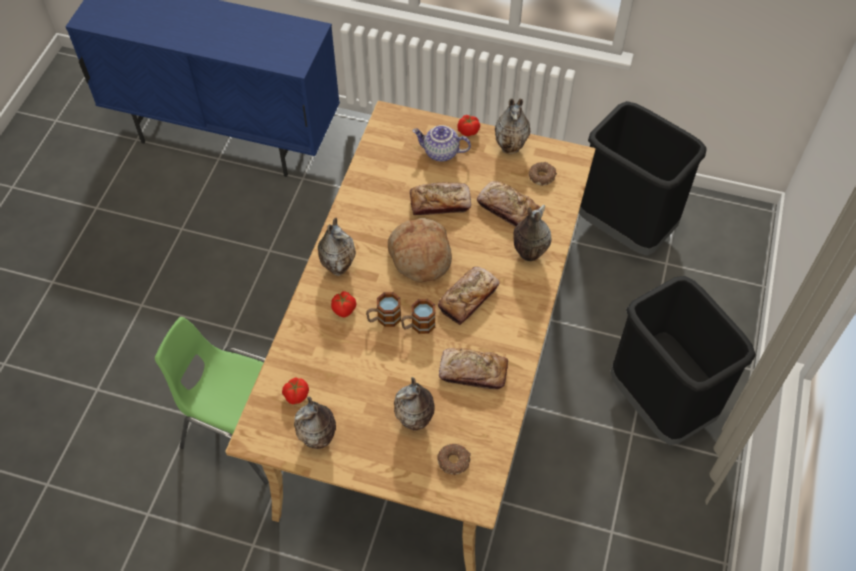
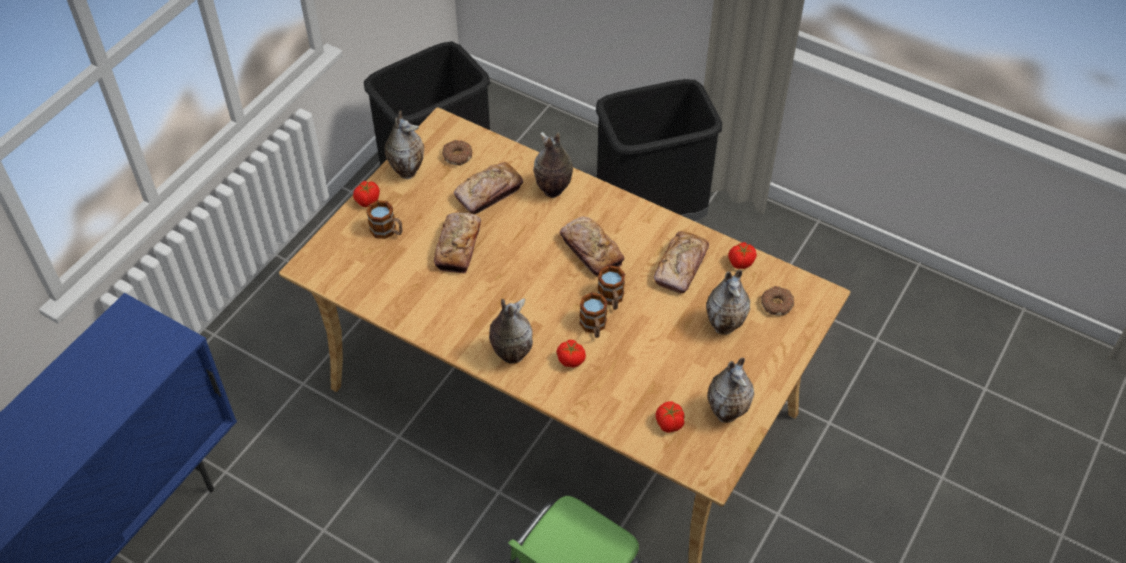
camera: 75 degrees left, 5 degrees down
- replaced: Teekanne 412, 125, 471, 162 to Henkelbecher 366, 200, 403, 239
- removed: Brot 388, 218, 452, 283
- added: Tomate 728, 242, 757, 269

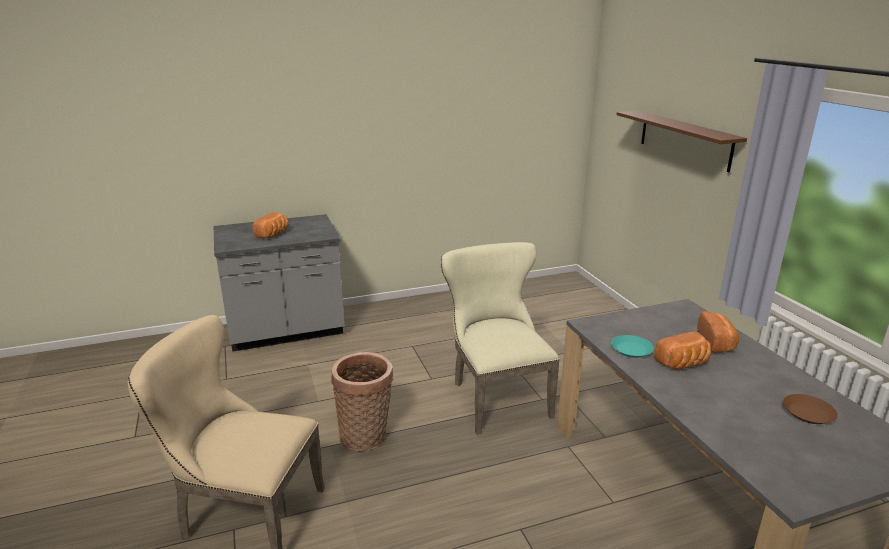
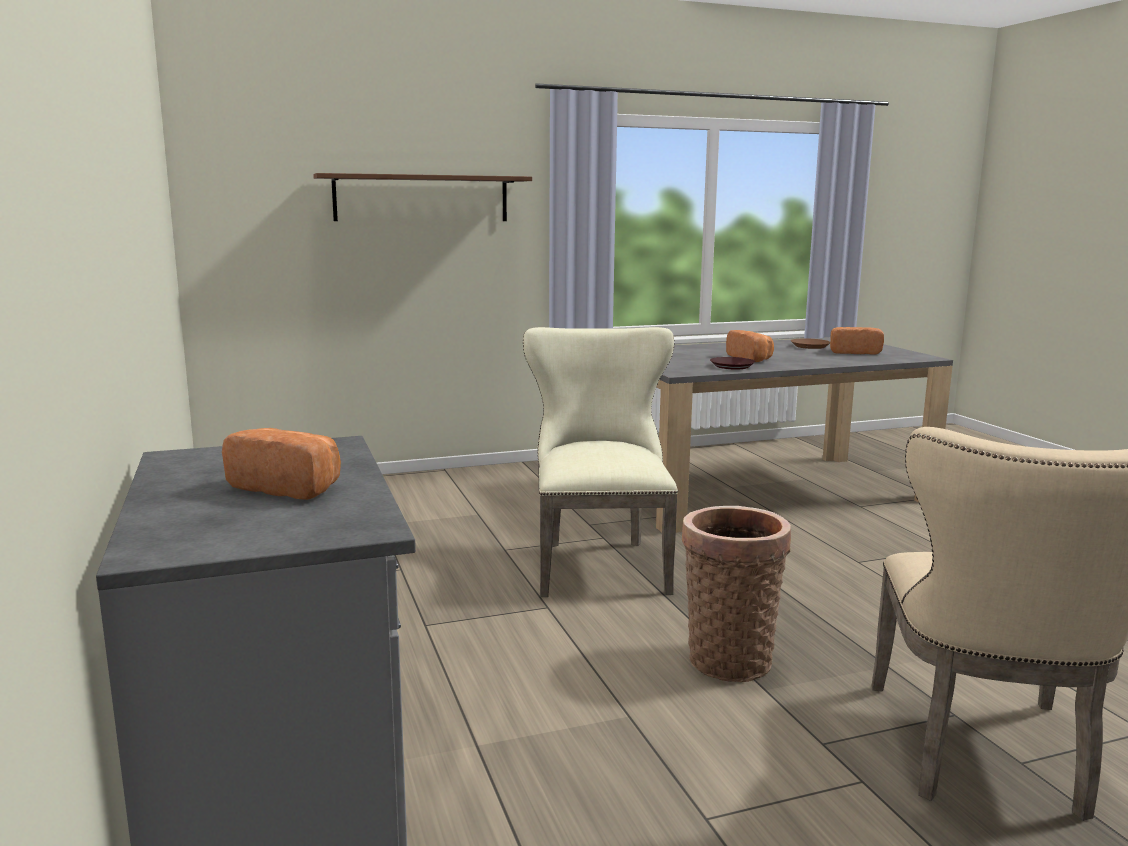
camera: 90 degrees left, 10 degrees down
- turned: Stuhl/beige 441, 242, 560, 434 = 523, 327, 678, 597 105 degrees clockwise
- moved: Brot 697, 311, 739, 353 to 830, 327, 884, 354
- recoloured: Teller/türkis 611, 335, 654, 358 to Teller/braun 710, 357, 755, 369

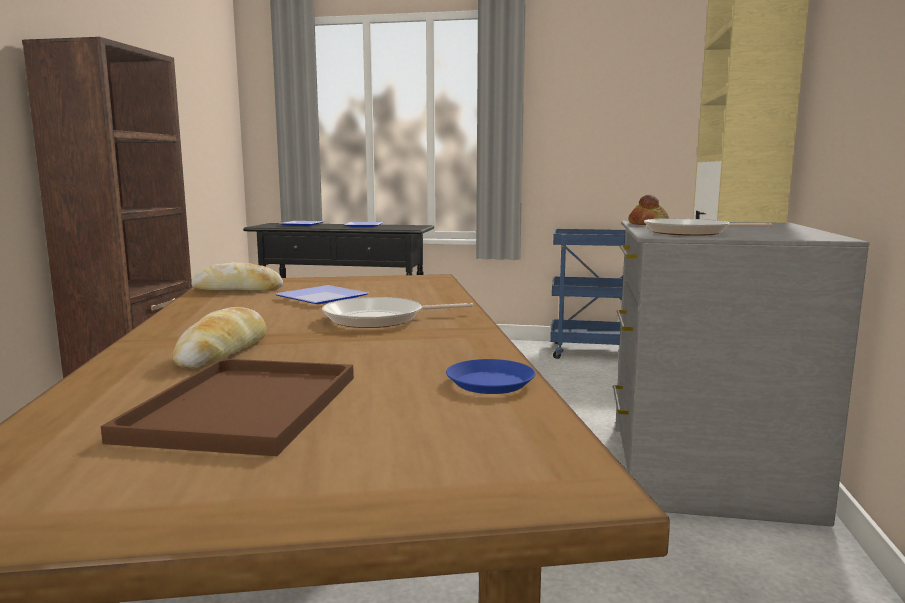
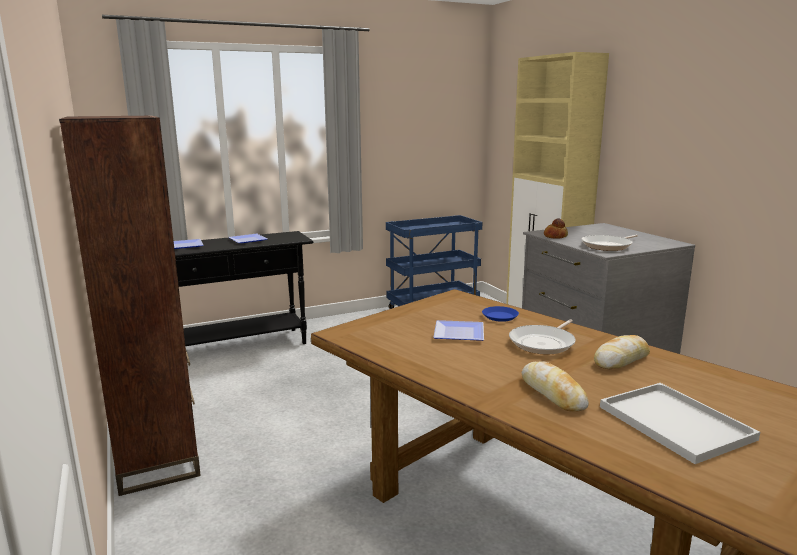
camera: 35 degrees left, 5 degrees up
- moved: Brot 191, 262, 283, 291 to 594, 335, 650, 369
- recoloured: Tablett/braun 101, 359, 354, 456 to Tablett/weiß 600, 383, 760, 464
- moved: Teller/blau 446, 359, 536, 394 to 482, 306, 519, 322

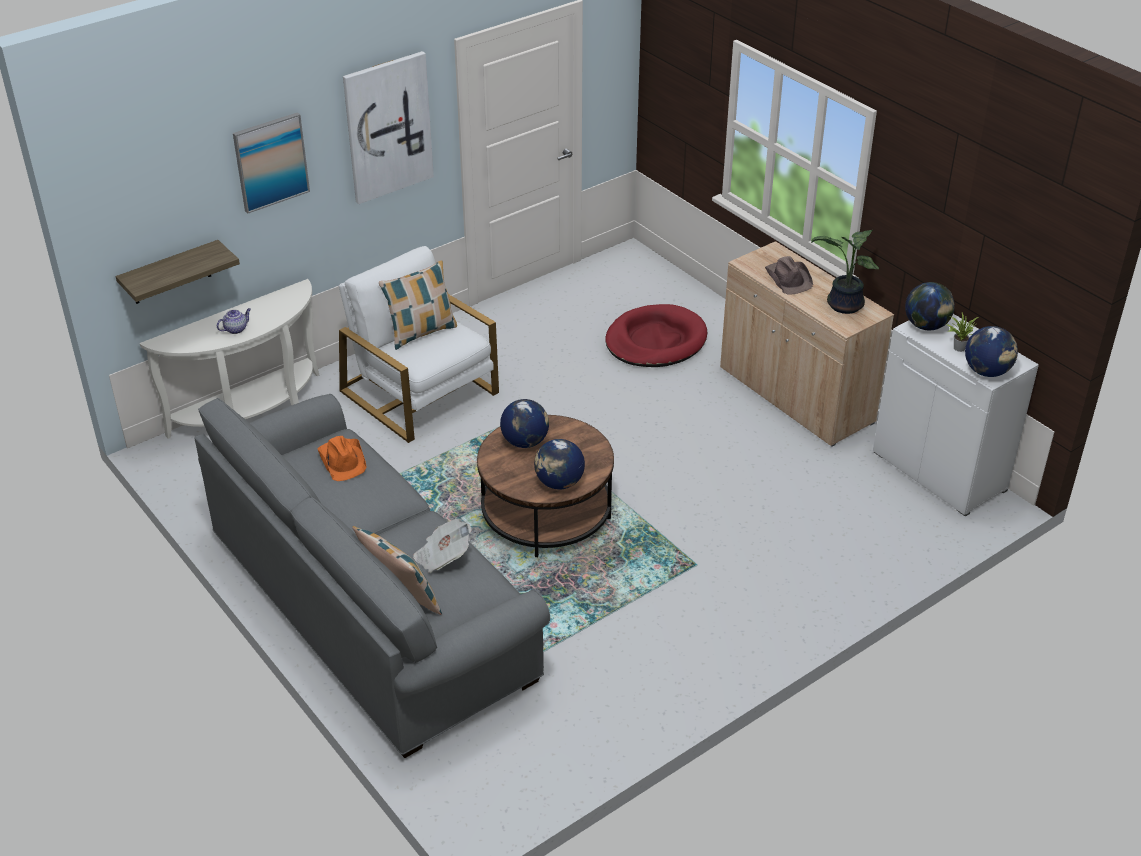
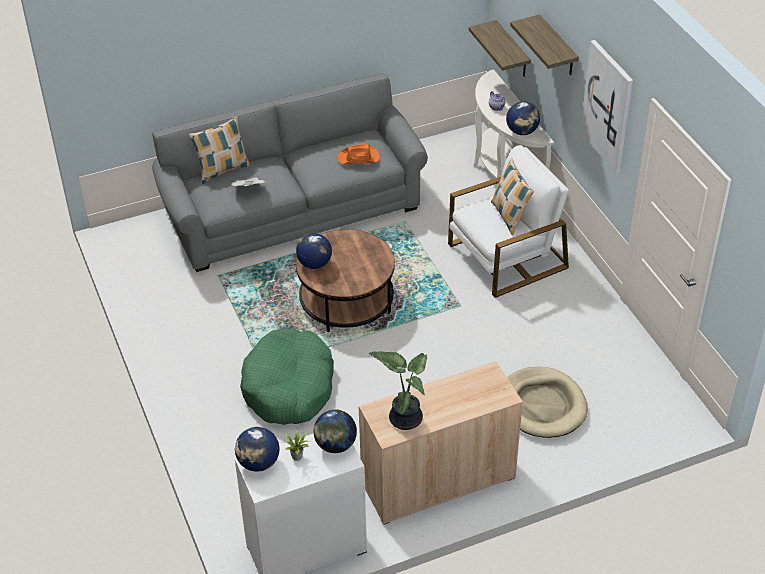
camera: 105 degrees right, 5 degrees up
- replaced: Bild 233, 112, 310, 214 to Wandregal 510, 15, 579, 75
- removed: Hut/braun 765, 256, 813, 295
- recoloured: Hundebett/rot 605, 304, 707, 367 to Hundebett/beige 507, 367, 588, 438
- moved: Globus 500, 399, 549, 448 to 506, 101, 540, 135
- added: Hundebett/grün 240, 328, 334, 425

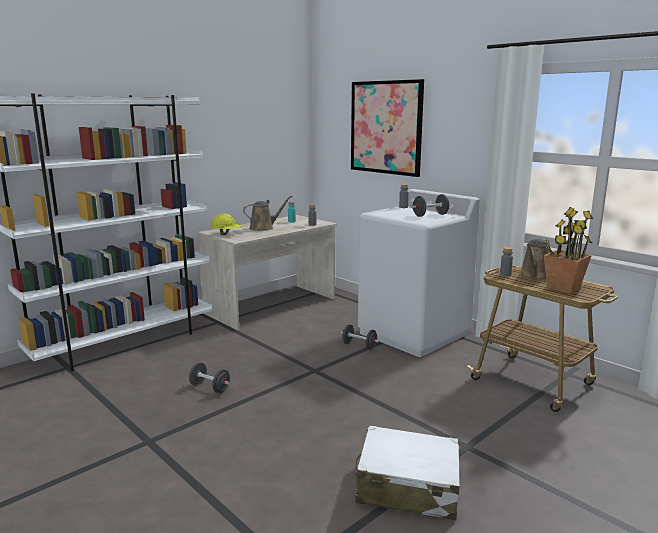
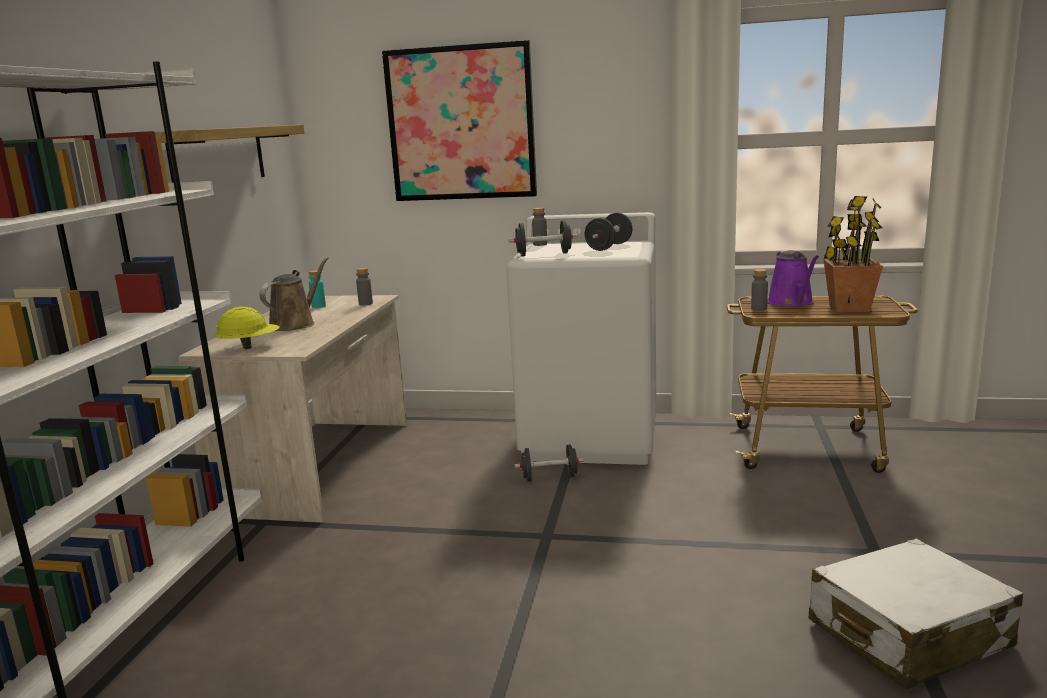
camera: 35 degrees left, 0 degrees up
- recoloured: Gießkanne/braun 519, 239, 550, 280 to Gießkanne/lila 767, 250, 819, 306
- moved: Hantel/schwarz 189, 362, 230, 393 to 509, 220, 578, 257
- added: Wandregal 155, 125, 305, 183

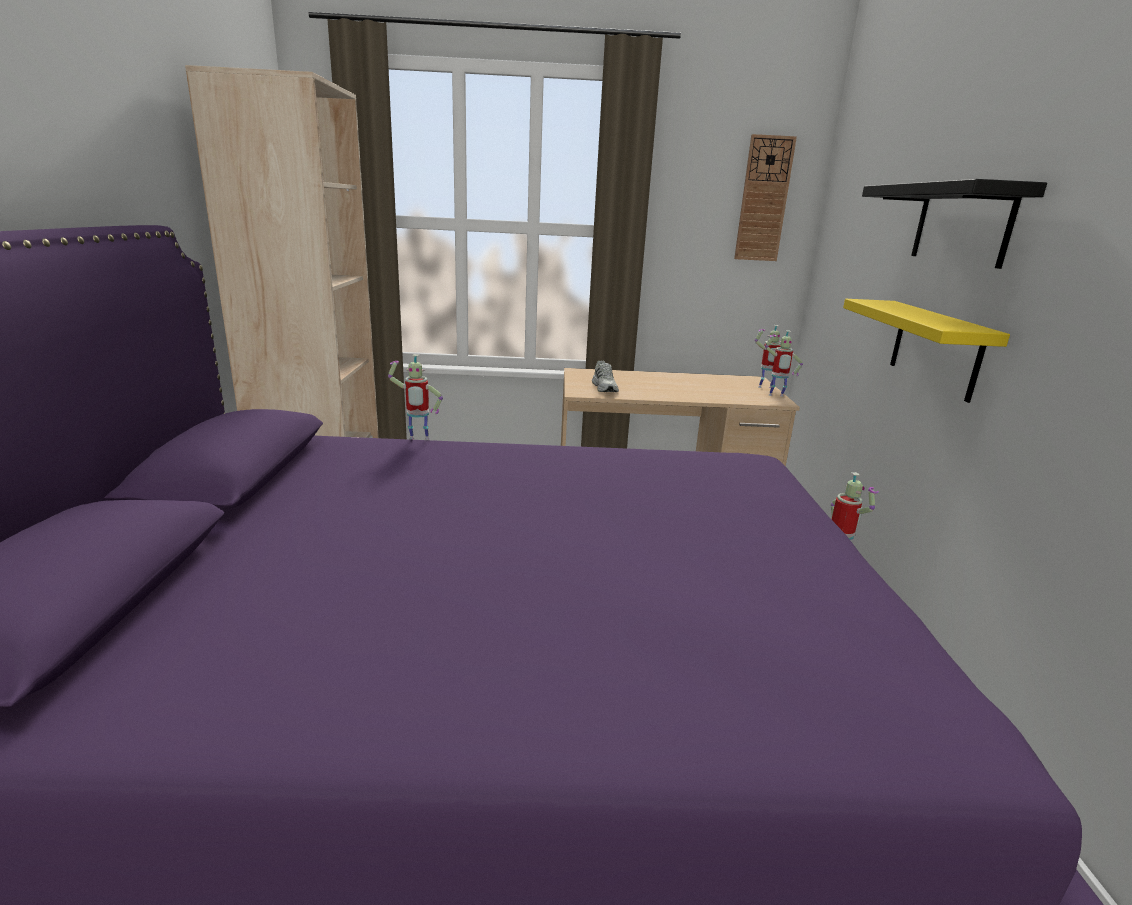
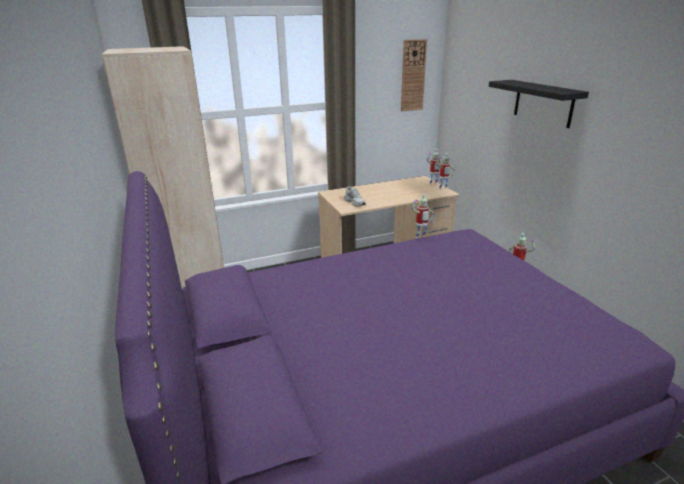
camera: 20 degrees left, 5 degrees up
- removed: Wandregal/gelb 843, 299, 1010, 403
- moved: Spielzeugroboter 388, 354, 443, 440 to 412, 194, 435, 239

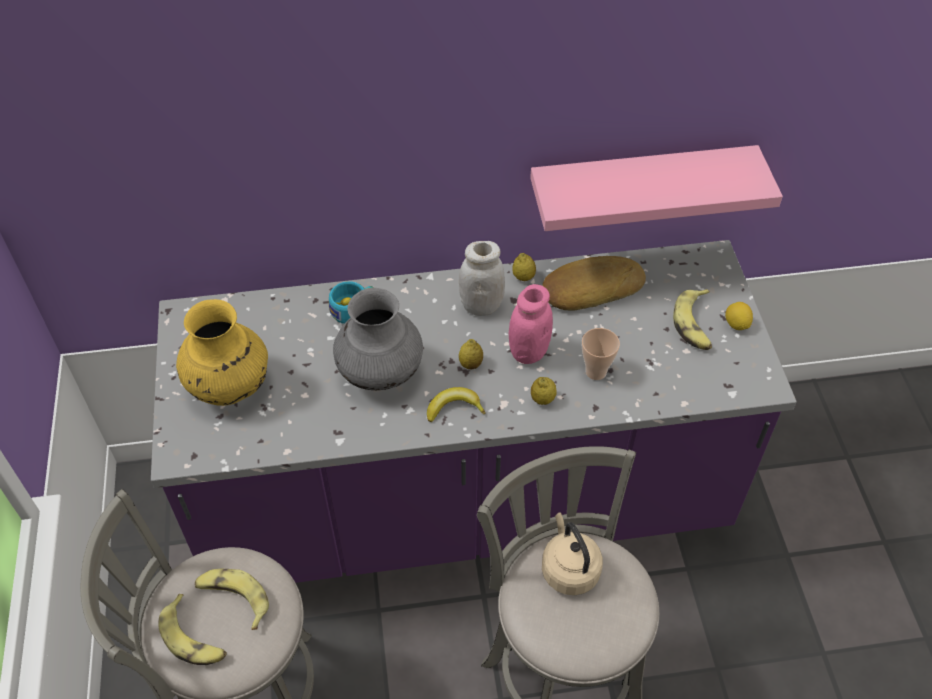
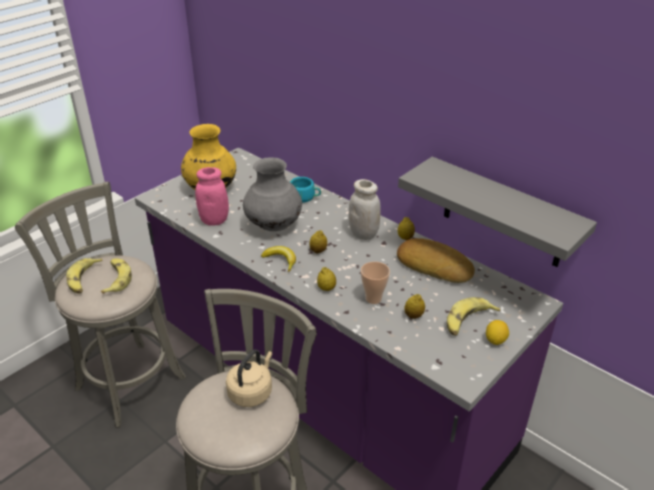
camera: 50 degrees right, 15 degrees down
- recoloured: Wandregal/rosa 530, 145, 783, 231 to Wandregal/grau 398, 157, 597, 267
- moved: Vorratsglas/rosa 509, 284, 553, 364 to 195, 167, 229, 226
- added: Zitrone 405, 294, 425, 319

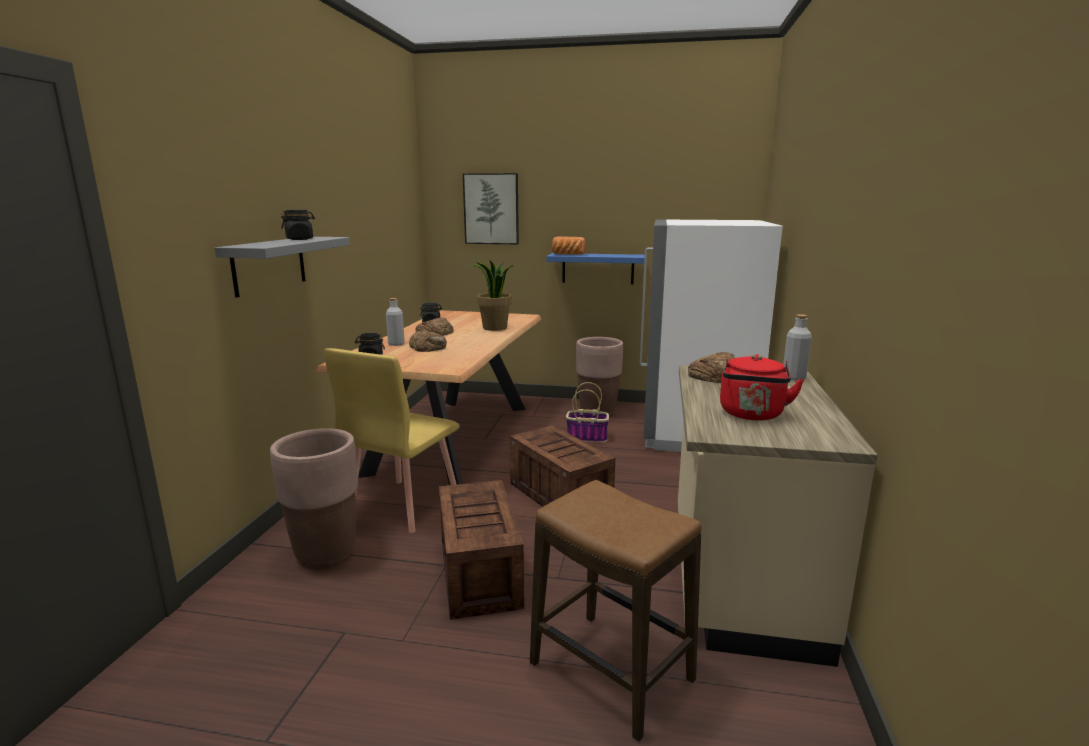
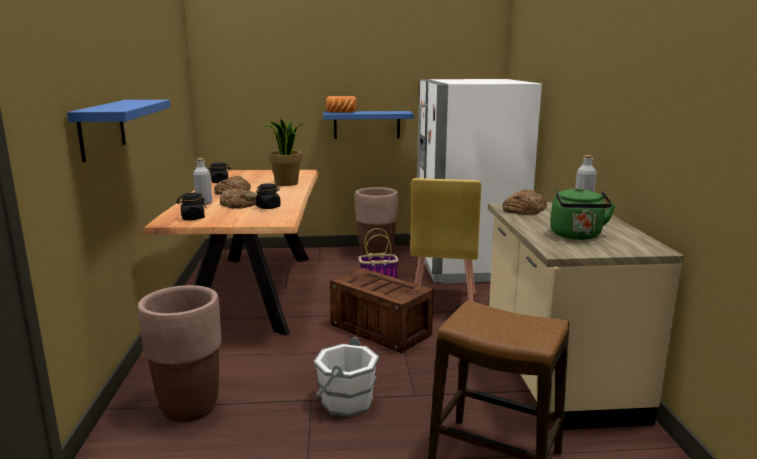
camera: 15 degrees left, 0 degrees up
- removed: Bild 463, 173, 519, 244
- moved: Vorratsglas/schwarz 281, 210, 315, 240 to 256, 183, 281, 209
- recoloured: Wandregal/grau 215, 237, 350, 298 to Wandregal/blau 67, 100, 170, 162
- moved: Stuhl/gelb 324, 348, 460, 533 to 410, 178, 481, 302
- recoloured: Wasserkessel/rot 720, 354, 804, 421 to Wasserkessel/grün 550, 187, 616, 240
- replaced: Kiste 439, 480, 524, 620 to Eimer/weiß 313, 337, 379, 417

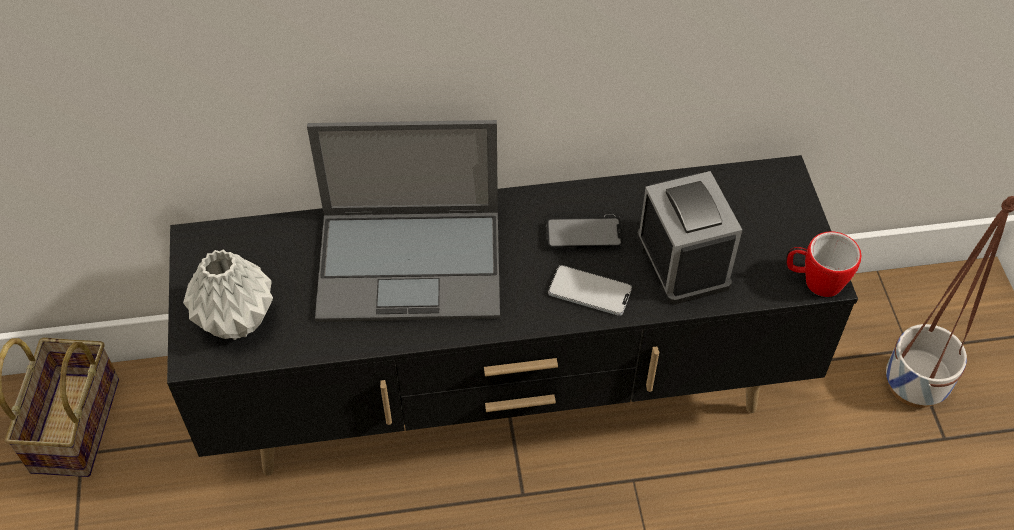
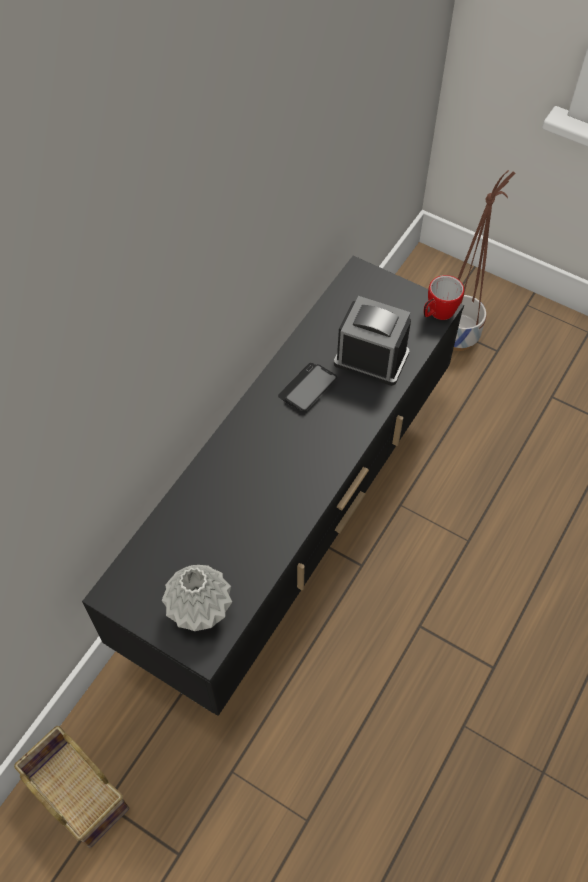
camera: 50 degrees left, 5 degrees up
- removed: Laptop 307, 120, 500, 322
- removed: Handy 548, 265, 632, 316

